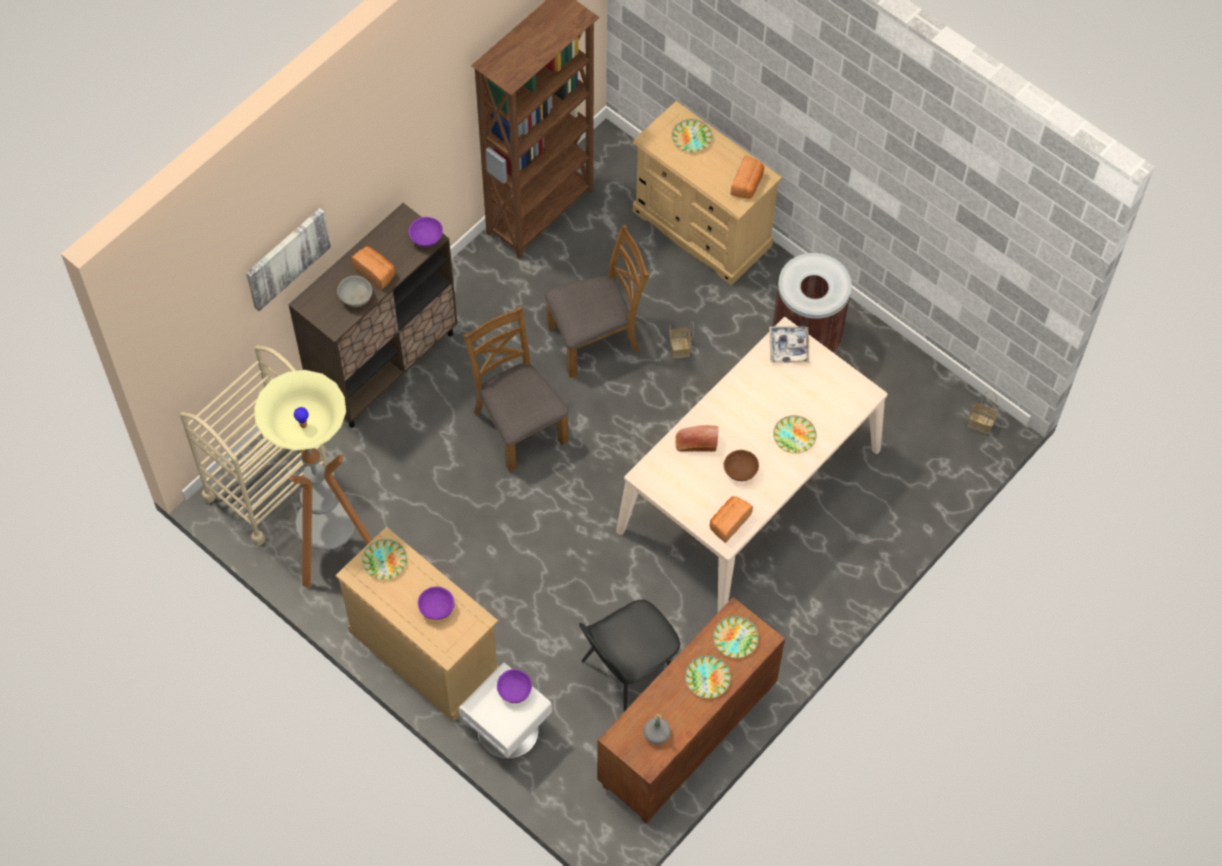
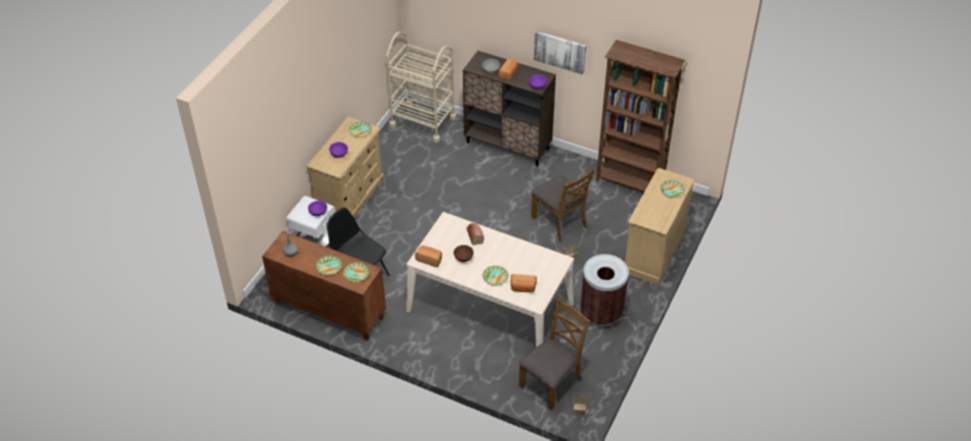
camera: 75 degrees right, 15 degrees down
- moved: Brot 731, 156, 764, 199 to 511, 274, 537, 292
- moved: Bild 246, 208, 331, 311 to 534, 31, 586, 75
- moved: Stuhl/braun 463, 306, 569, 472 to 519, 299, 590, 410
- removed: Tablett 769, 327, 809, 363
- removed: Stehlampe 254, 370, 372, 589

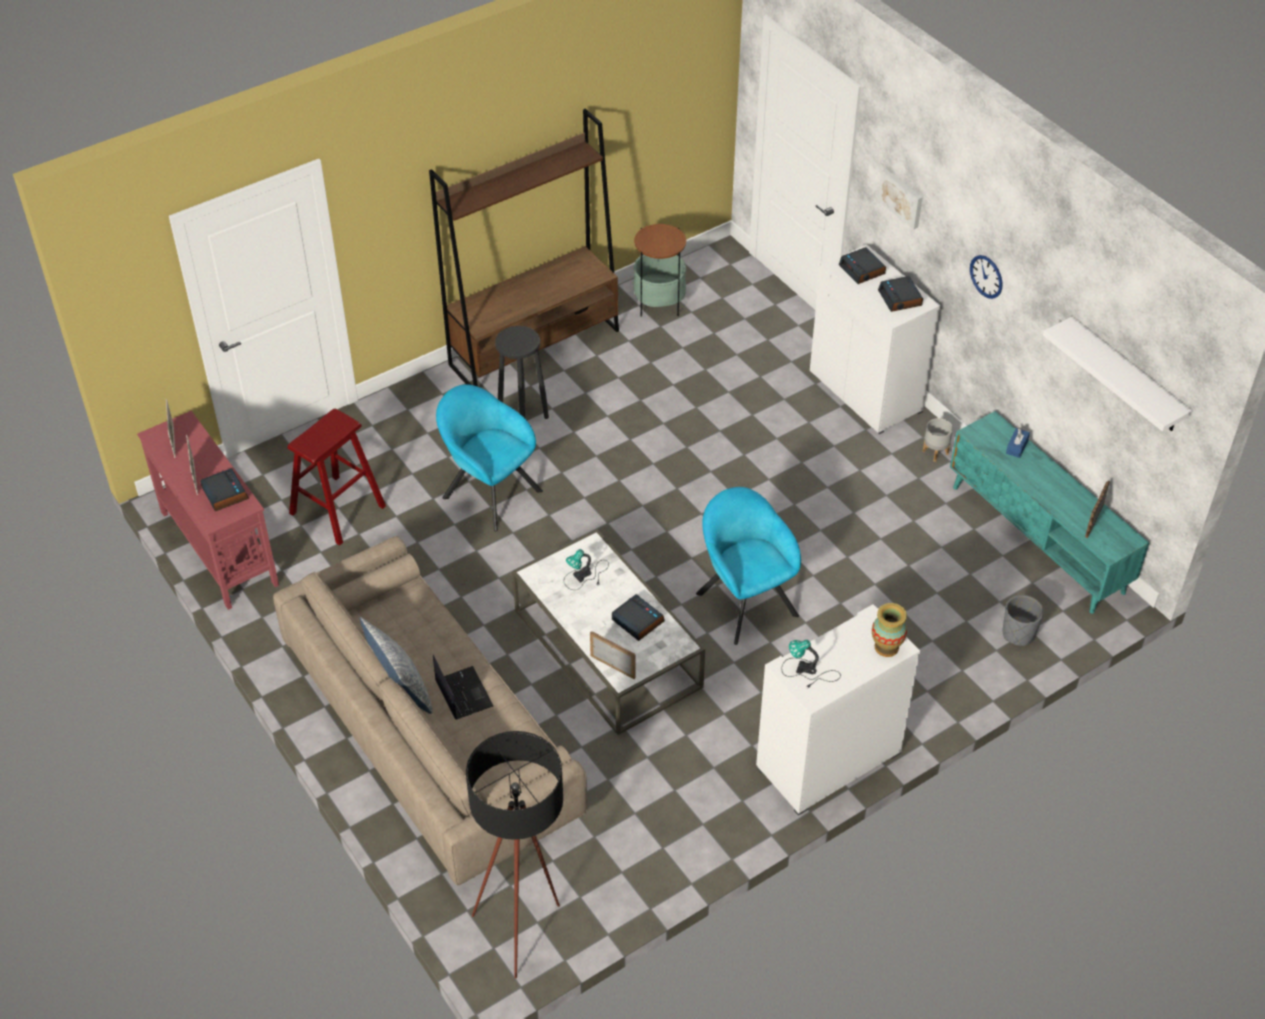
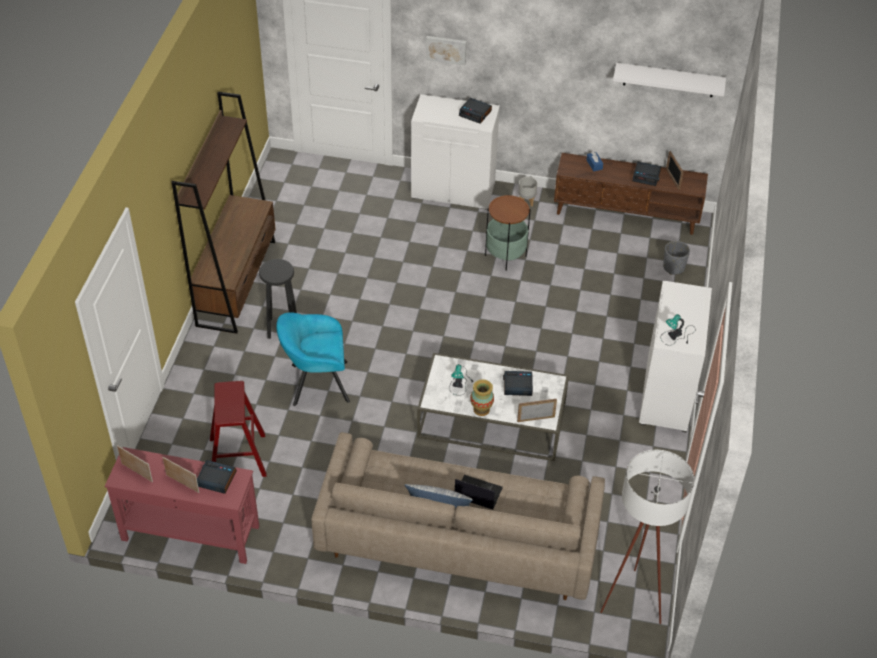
camera: 45 degrees left, 0 degrees up
- moved: Beistelltisch 633, 224, 686, 317 to 485, 194, 531, 271
- moved: Wecker 839, 247, 886, 284 to 632, 161, 661, 186
- removed: Wanduhr 970, 255, 1003, 299
- recoloured: Fernsehschrank/türkis 950, 411, 1149, 614 to Fernsehschrank/braun 554, 153, 708, 235
- removed: Sessel/türkis 696, 487, 801, 645
- moved: Vase 872, 603, 907, 657 to 470, 379, 494, 416
- recoloured: Stehlampe/schwarz 466, 731, 563, 979 to Stehlampe/weiß 600, 450, 695, 624

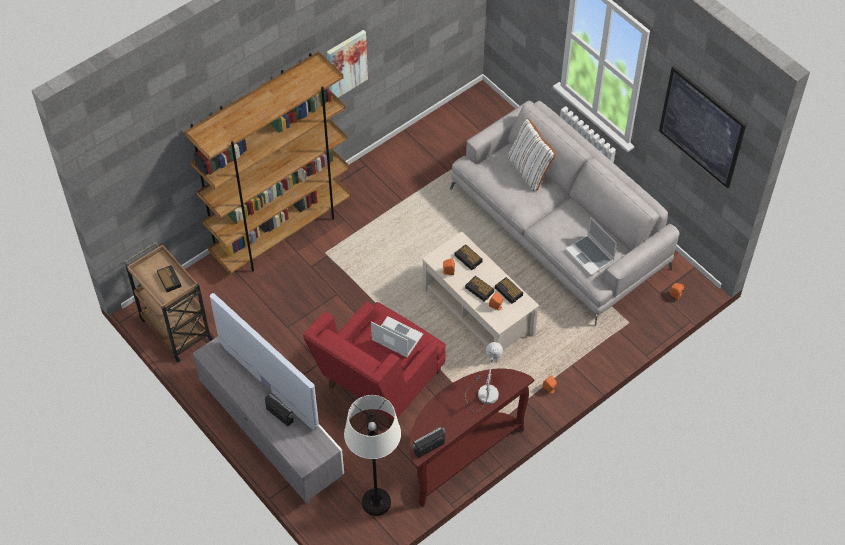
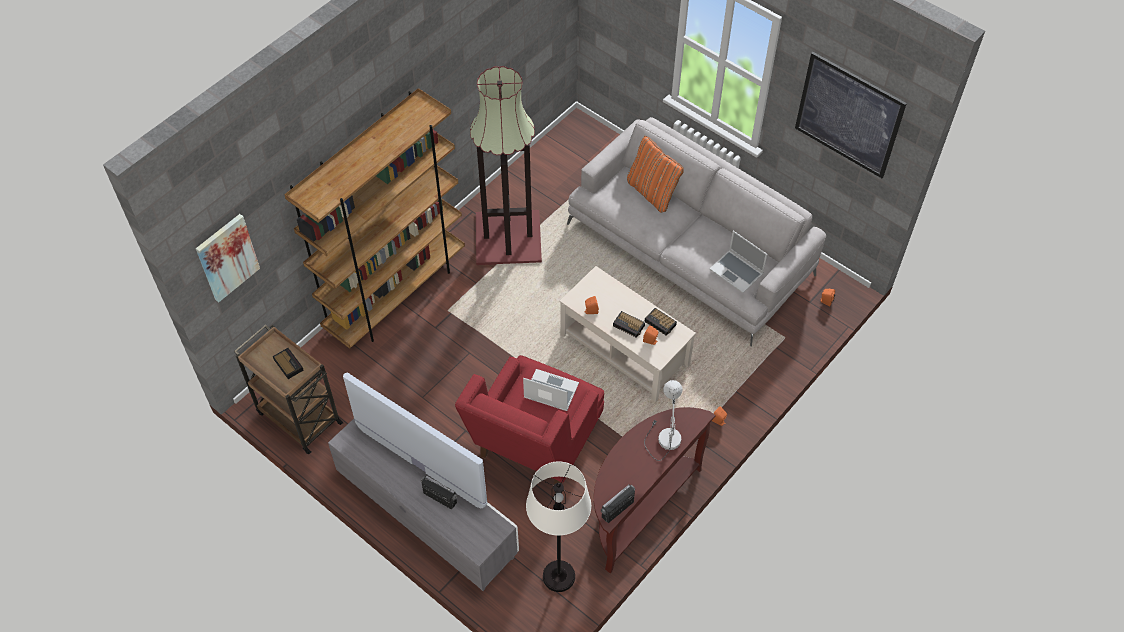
camera: 10 degrees left, 0 degrees up
- moved: Bild 327, 30, 368, 98 to 196, 214, 260, 302
- recoloured: Kissen/weiß 508, 118, 556, 191 to Kissen/orange 627, 136, 684, 213
- removed: Wecker 455, 244, 483, 271
- added: Stehlampe 470, 66, 542, 265

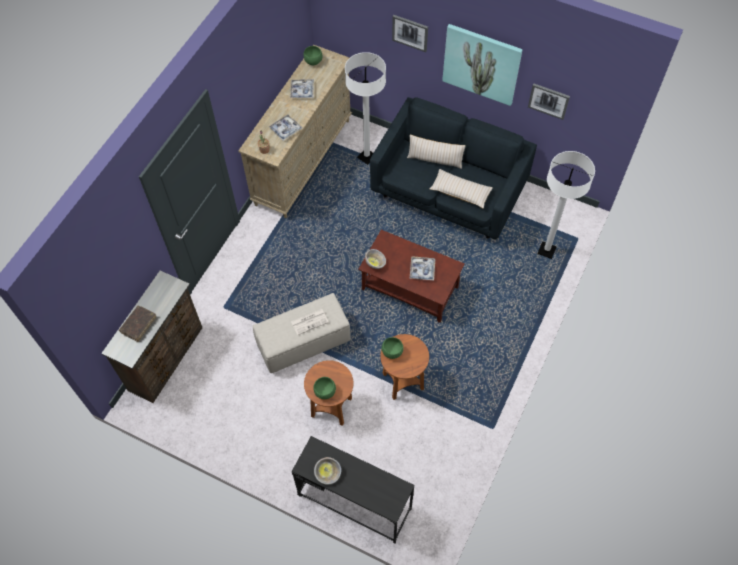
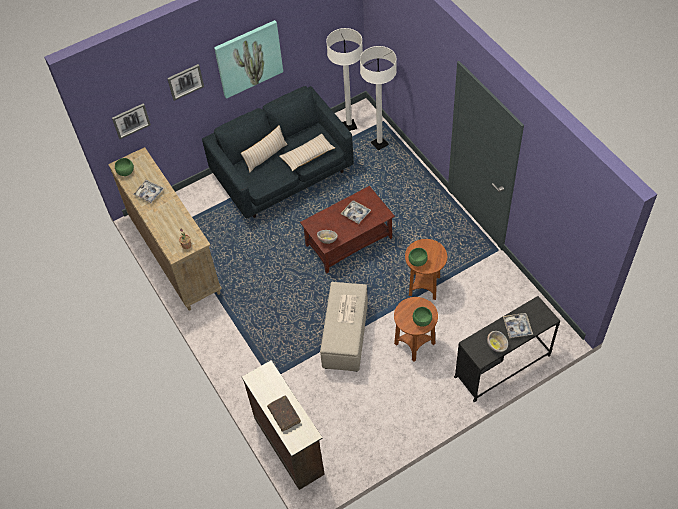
camera: 55 degrees left, 5 degrees down
- moved: Stehlampe/weiß 345, 52, 386, 165 to 326, 28, 363, 131
- moved: Bild 528, 83, 570, 120 to 112, 103, 151, 139
- moved: Tablett 269, 114, 303, 141 to 503, 313, 533, 338

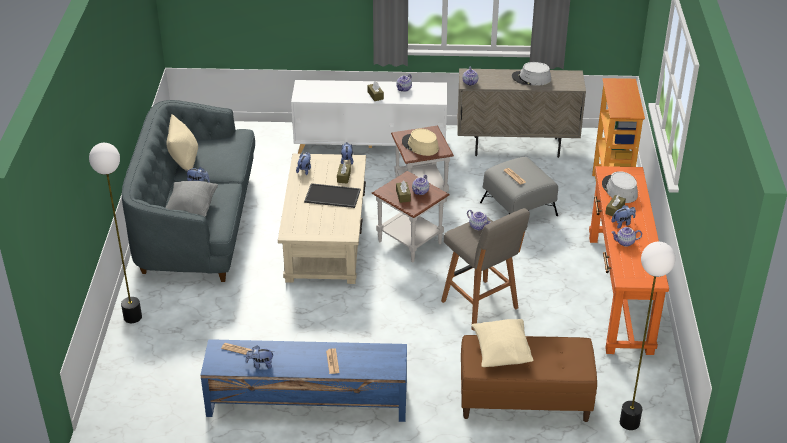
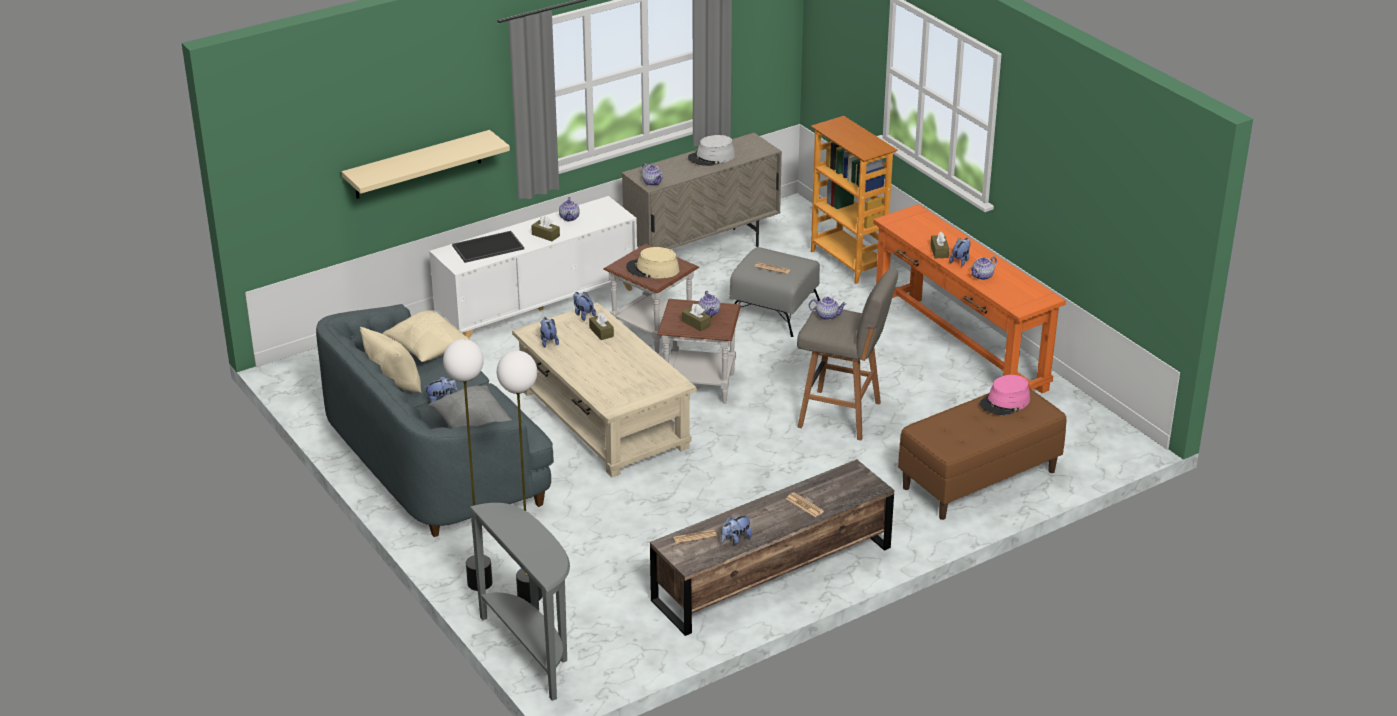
camera: 35 degrees left, 5 degrees down
- removed: Hut/grau 602, 171, 638, 203
- moved: Tablett 304, 183, 361, 208 to 452, 231, 524, 263
- moved: Stehlampe 620, 242, 675, 430 to 497, 350, 542, 604
- moved: Kissen/beige 472, 319, 533, 367 to 383, 310, 469, 362
- recoloured: Fernsehschrank/blau 200, 339, 407, 422 to Fernsehschrank/braun 650, 459, 894, 636
- added: Wandregal/beige 342, 130, 510, 199
- added: Hut/rosa 980, 375, 1030, 415
- added: Konsolentisch/grau 469, 503, 570, 701

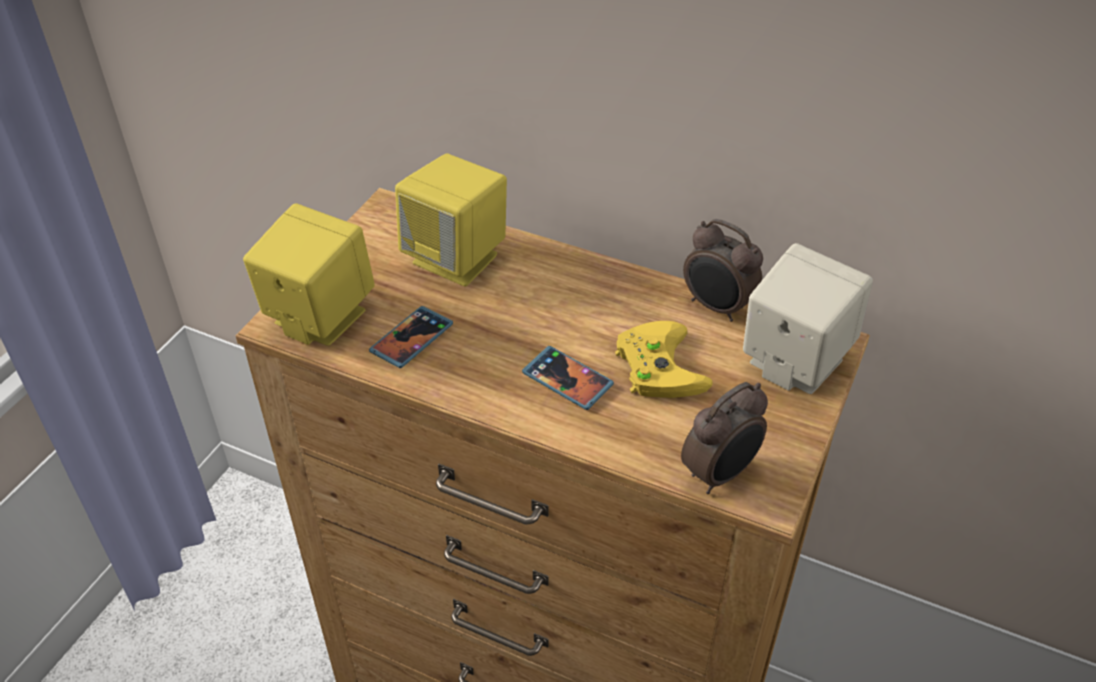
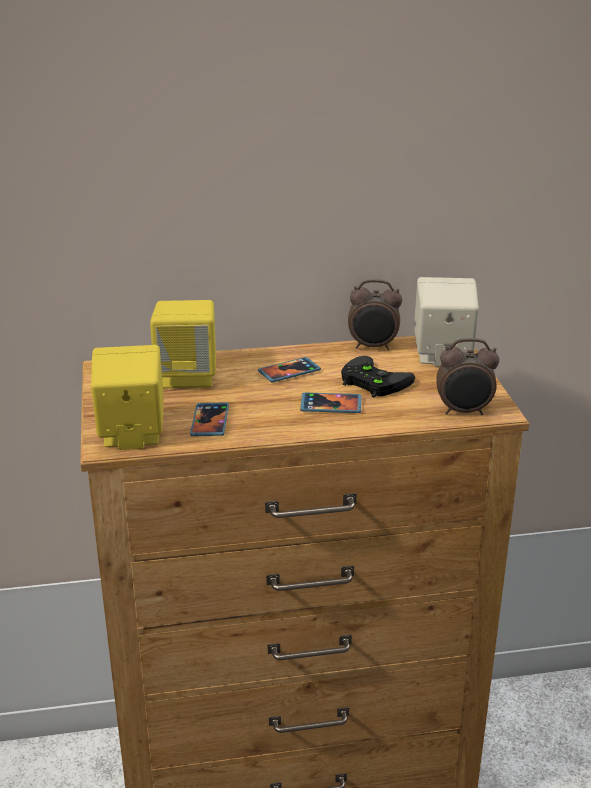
camera: 35 degrees left, 15 degrees down
- recoloured: Gamepad/gelb 615, 321, 713, 398 to Gamepad/schwarz 341, 356, 415, 398
- turned: Wecker 681, 382, 768, 494 = 436, 338, 499, 415 75 degrees clockwise
- added: Handy 258, 357, 321, 382

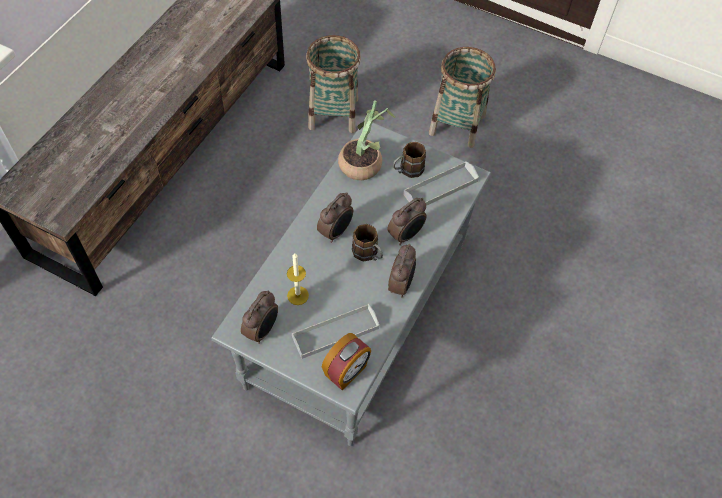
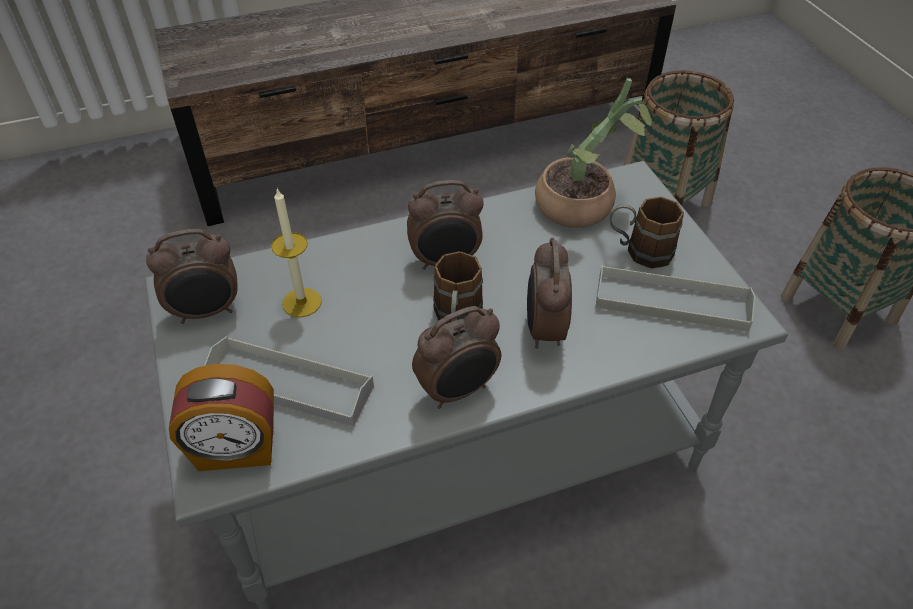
camera: 45 degrees right, 10 degrees down
- turned: Wecker 387, 198, 427, 245 = 527, 238, 572, 348 90 degrees clockwise

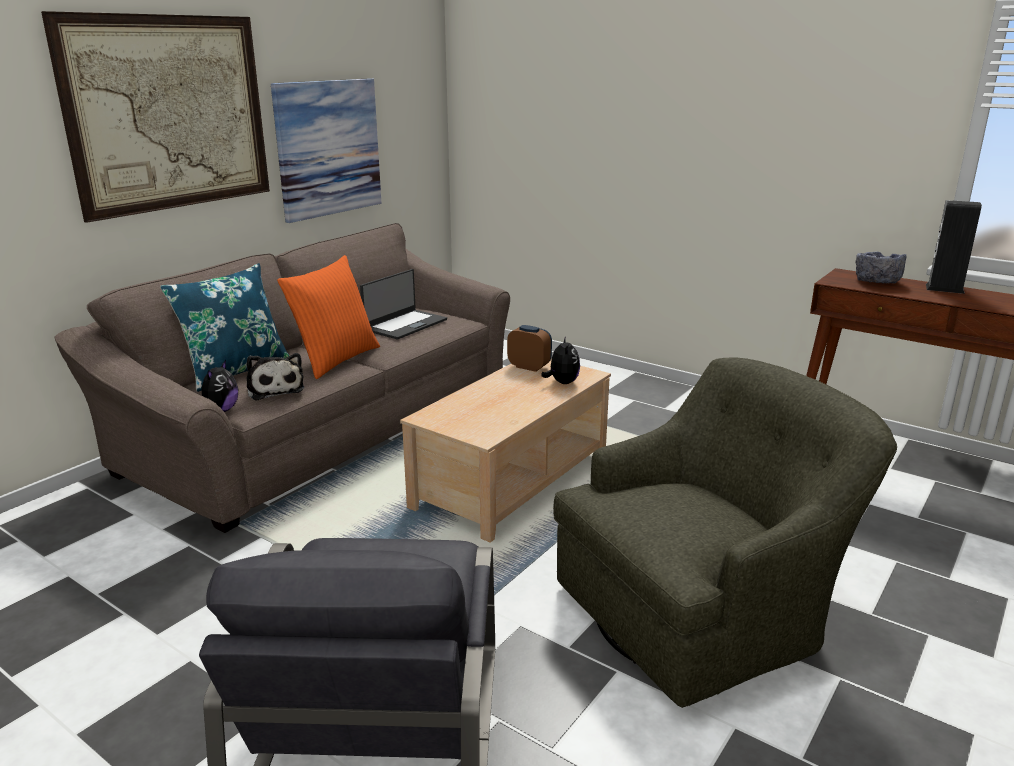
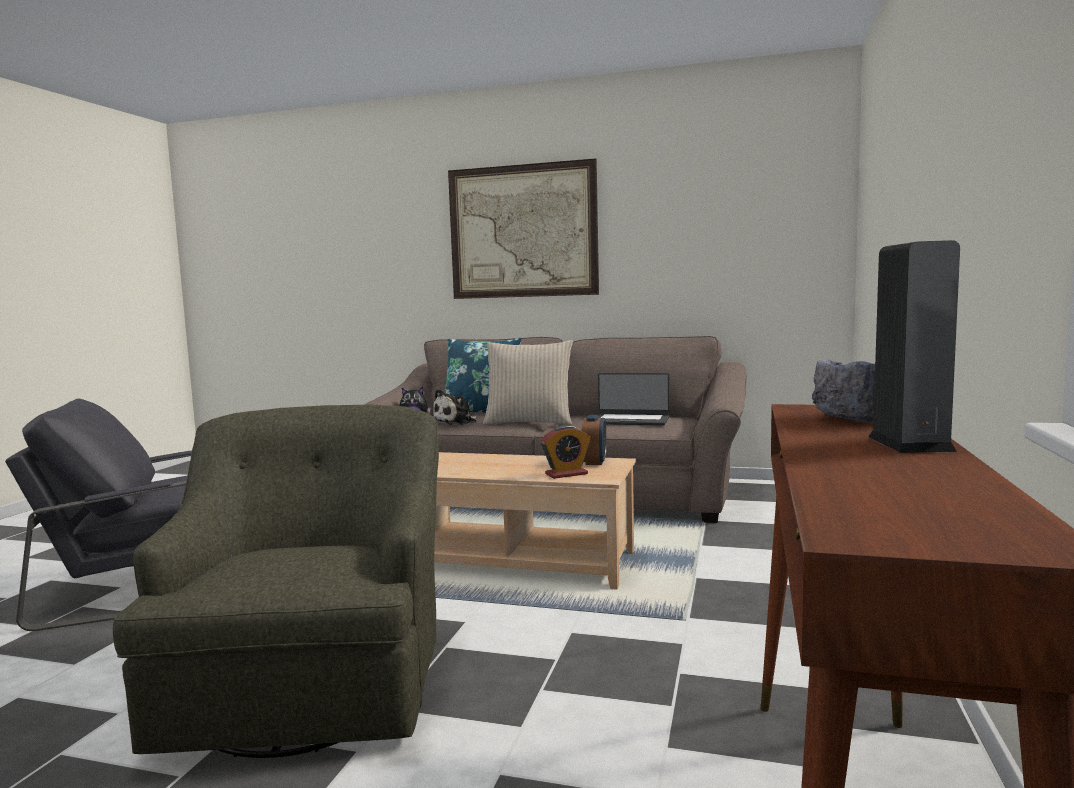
camera: 70 degrees right, 15 degrees down
- removed: Bild 271, 78, 381, 223
- recoloured: Kissen/orange 277, 255, 380, 379 to Kissen/beige 483, 340, 573, 425
- replaced: Plüschtier 541, 336, 580, 384 to Wecker 541, 425, 590, 479
- turned: Sessel/grün 553, 357, 897, 708 = 113, 405, 439, 758 135 degrees counterclockwise

